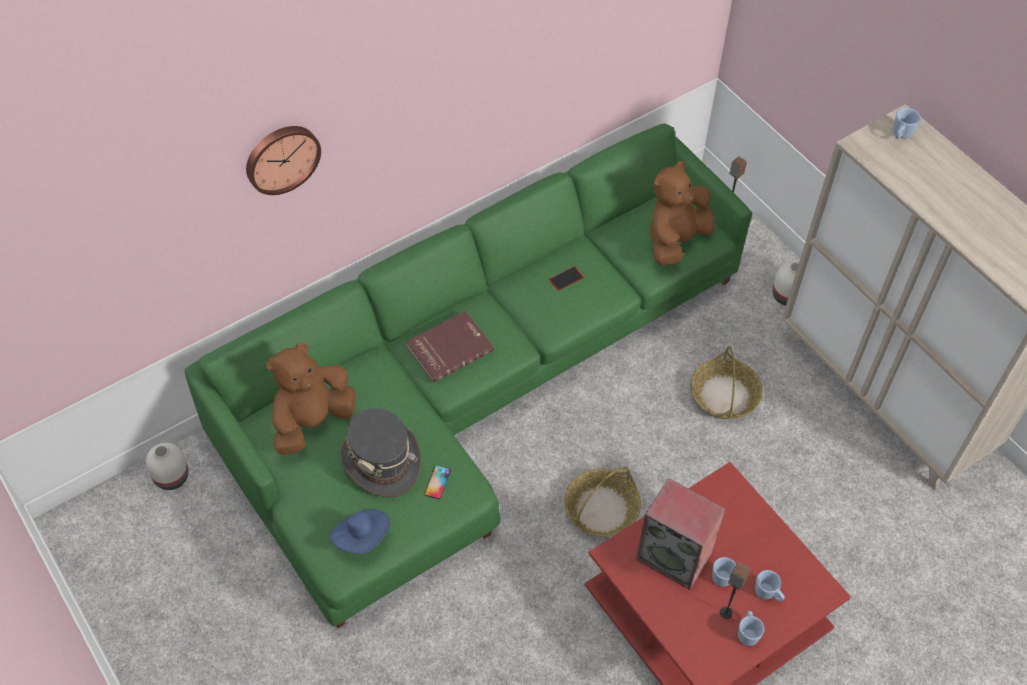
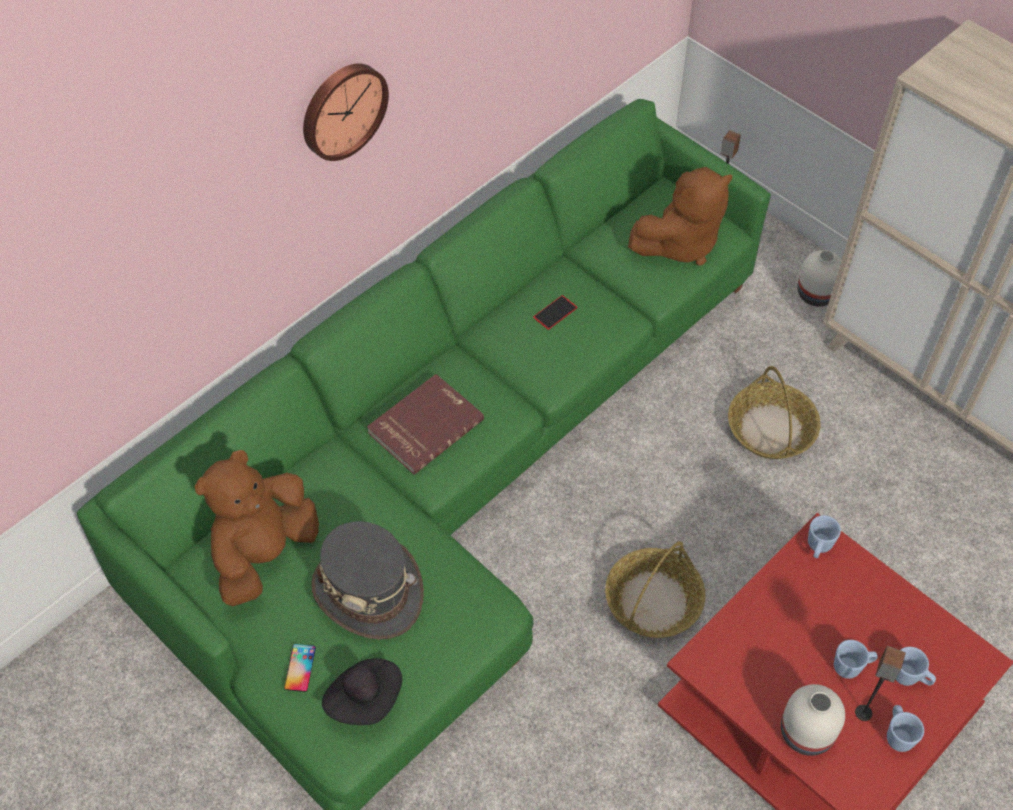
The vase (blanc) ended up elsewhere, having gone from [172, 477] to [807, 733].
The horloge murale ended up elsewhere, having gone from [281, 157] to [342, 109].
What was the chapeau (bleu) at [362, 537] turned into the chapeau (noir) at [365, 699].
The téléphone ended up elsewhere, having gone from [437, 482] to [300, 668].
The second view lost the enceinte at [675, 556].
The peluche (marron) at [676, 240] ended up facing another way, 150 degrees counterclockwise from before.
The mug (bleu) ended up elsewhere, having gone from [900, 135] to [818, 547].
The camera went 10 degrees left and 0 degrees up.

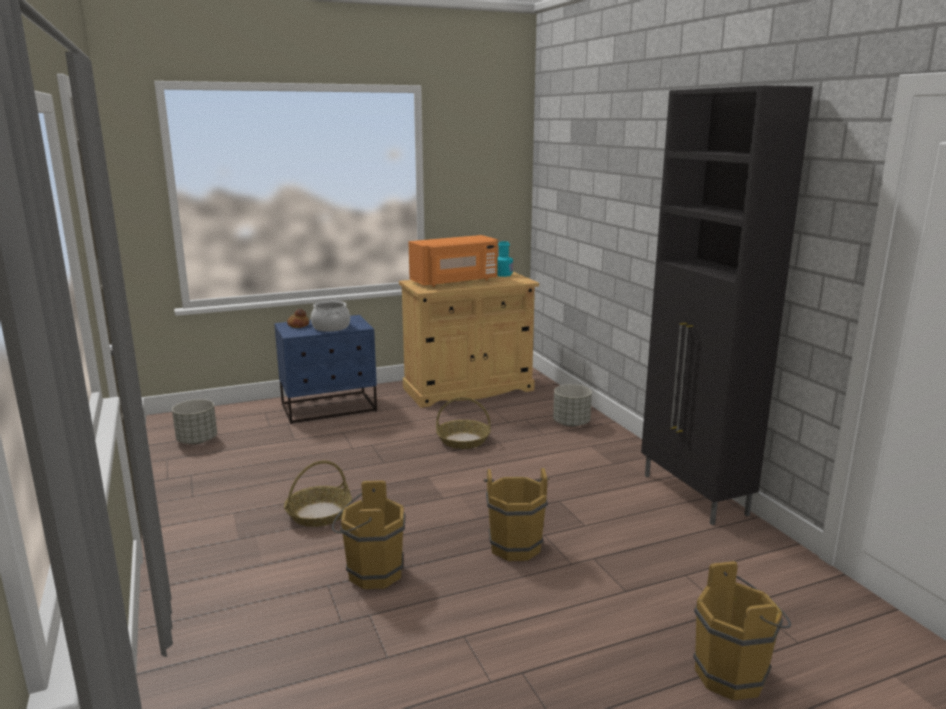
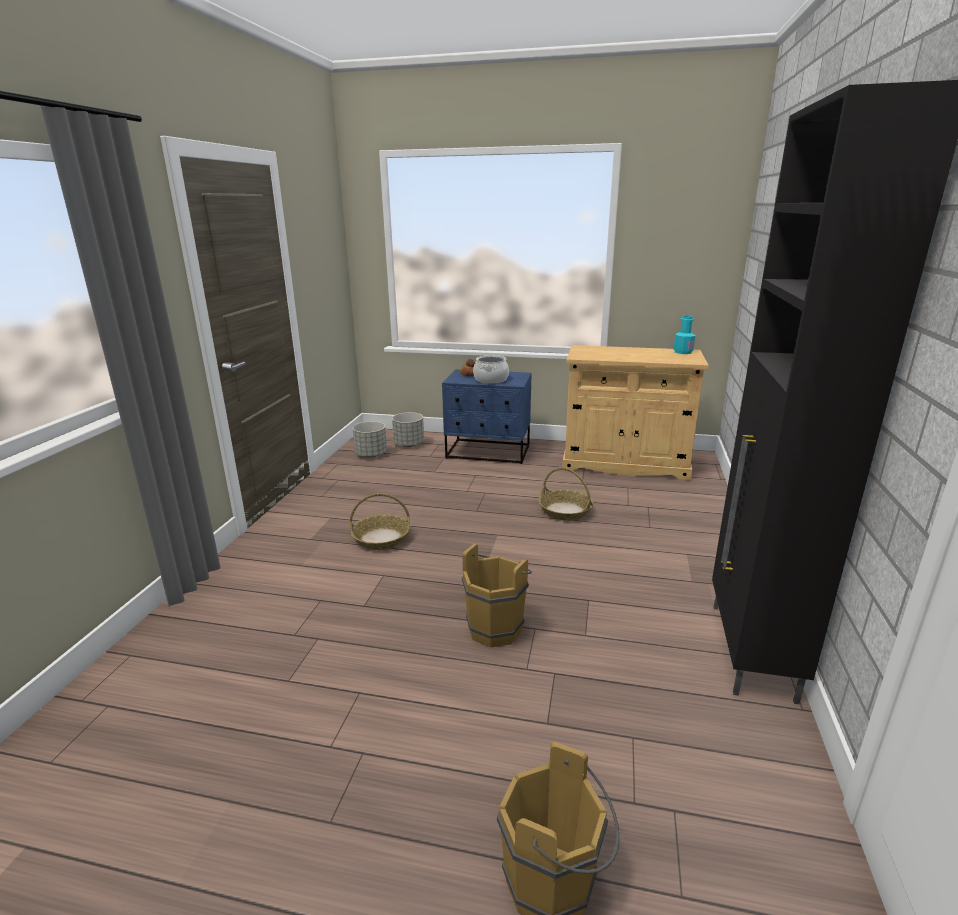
The second view lost the seau (marron) at [370, 573].
The second view lost the micro-ondes (orange) at [455, 282].
The cache-pot (gris) ended up elsewhere, having gone from [571, 423] to [409, 444].
The camera went 35 degrees right and 5 degrees up.

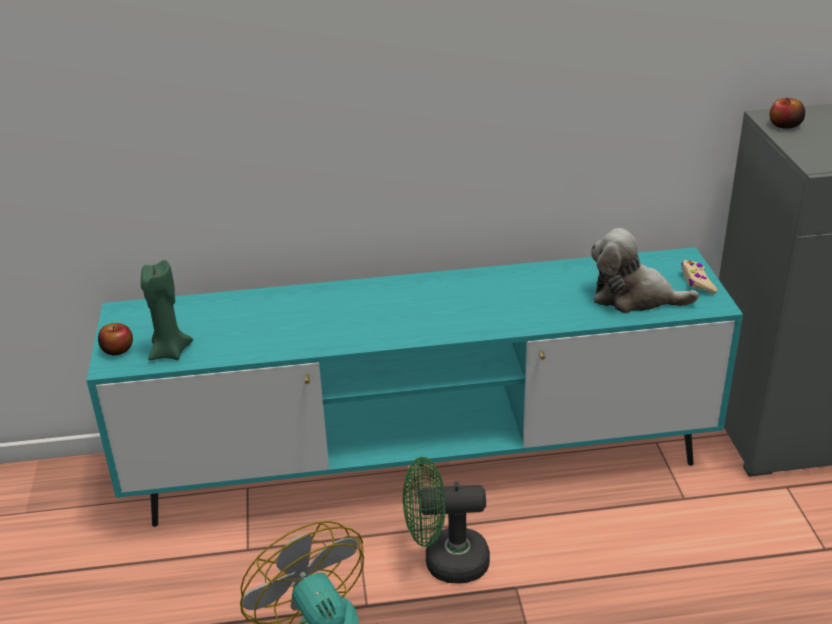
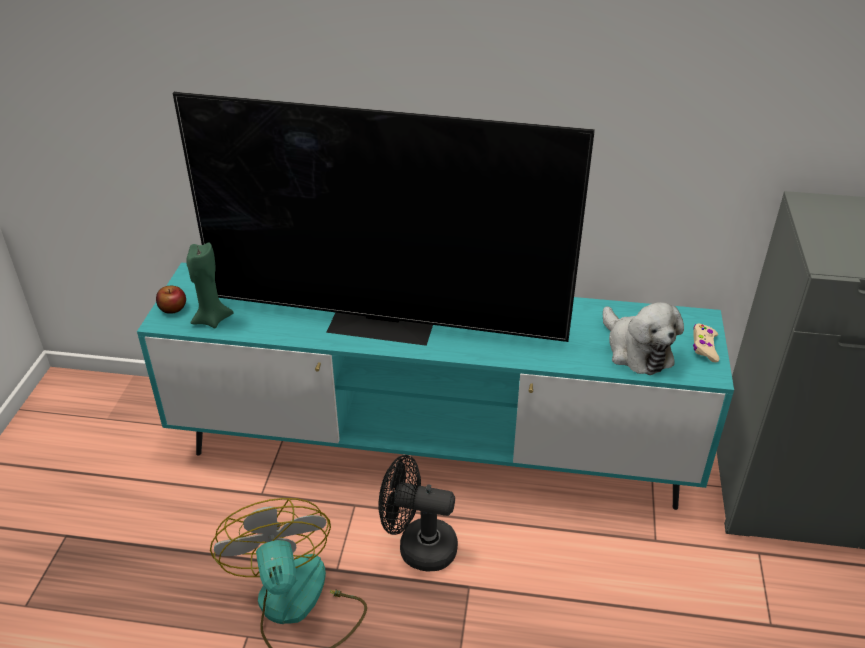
What was the ventilateur (vert) at [445, 561] turned into the ventilateur (noir) at [418, 547].
The peluche at [634, 297] ended up facing another way, 150 degrees counterclockwise from before.
The second view lost the pomme at [785, 125].
The second view gained the téléviseur at [385, 321].
The camera went 15 degrees right and 5 degrees up.

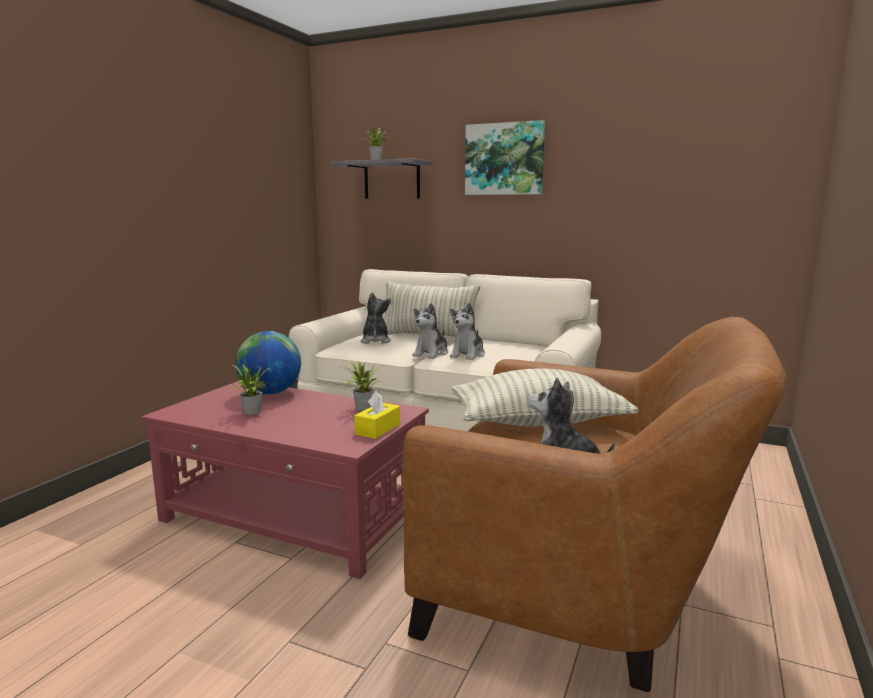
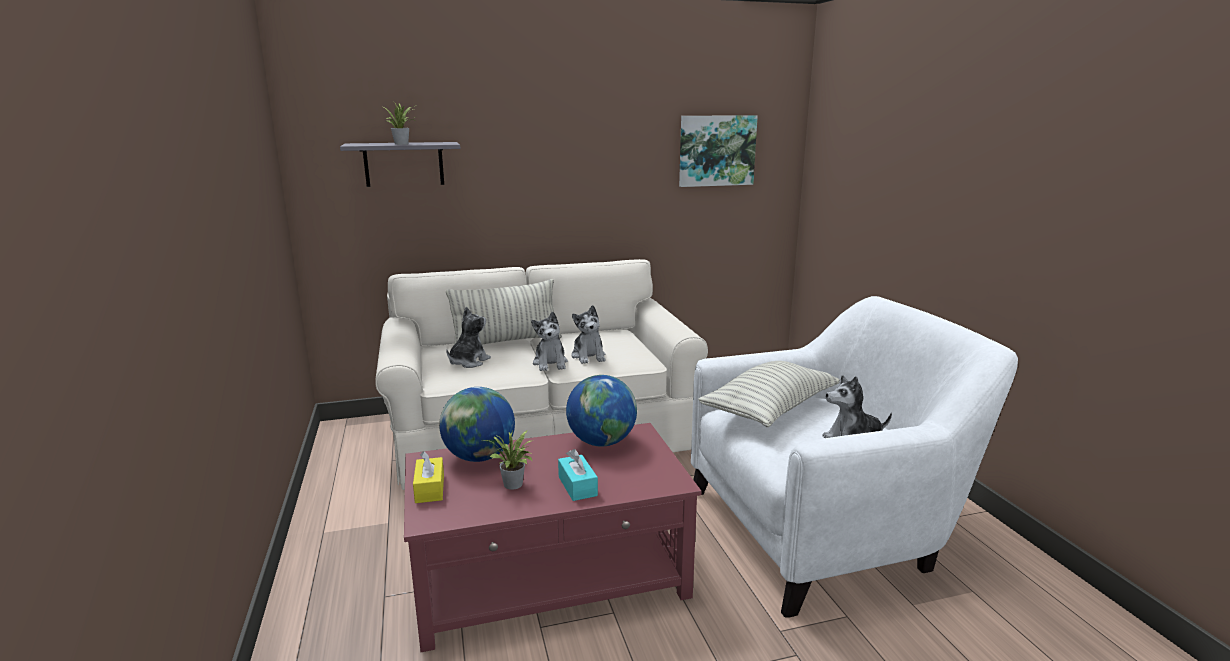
Where the plante en pot stood at [362, 408], the globe came to stand at [601, 442].
The boîte à mouchoirs (jaune) ended up elsewhere, having gone from [378, 429] to [430, 489].
The peluche at [375, 341] ended up facing another way, 75 degrees clockwise from before.
What was the fauteuil (marron) at [580, 590] turned into the fauteuil (blanc) at [824, 528].
The tableau ended up elsewhere, having gone from [504, 159] to [716, 150].
The second view gained the boîte à mouchoirs (turquoise) at [577, 486].
The camera went 40 degrees left and 5 degrees up.

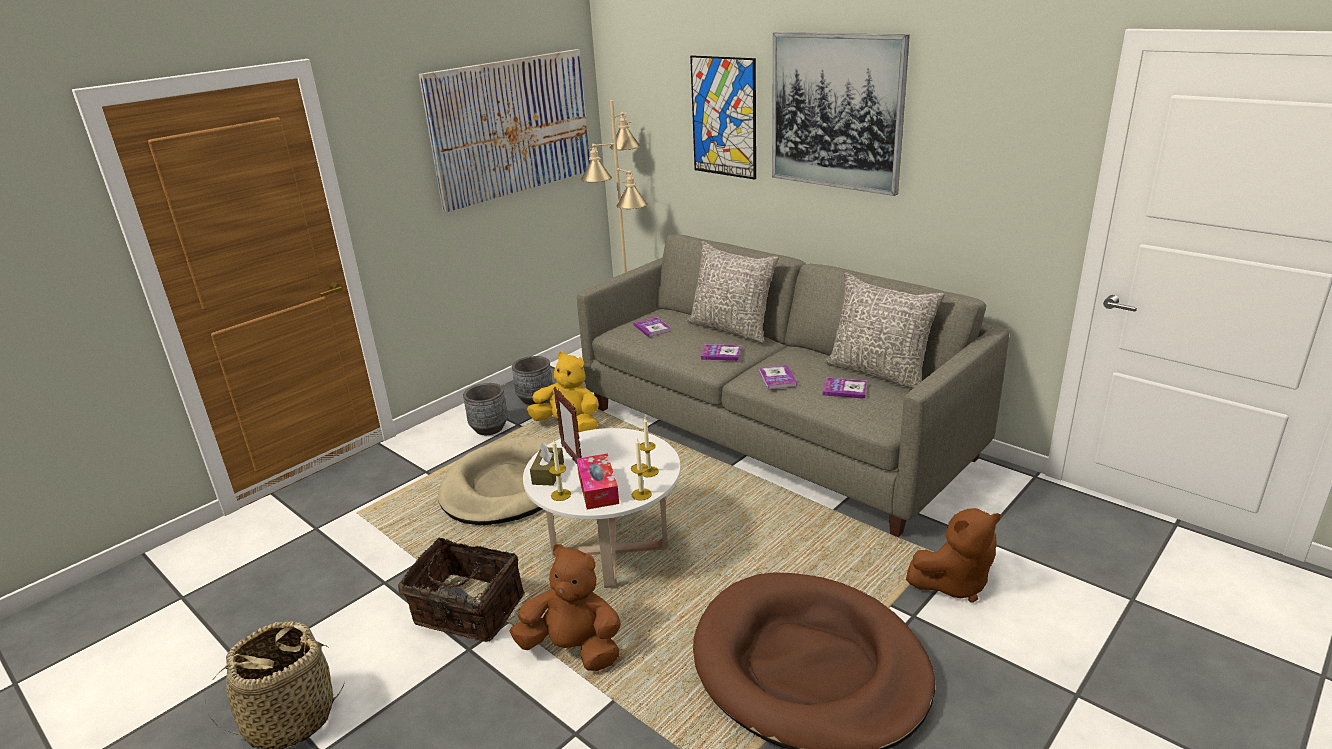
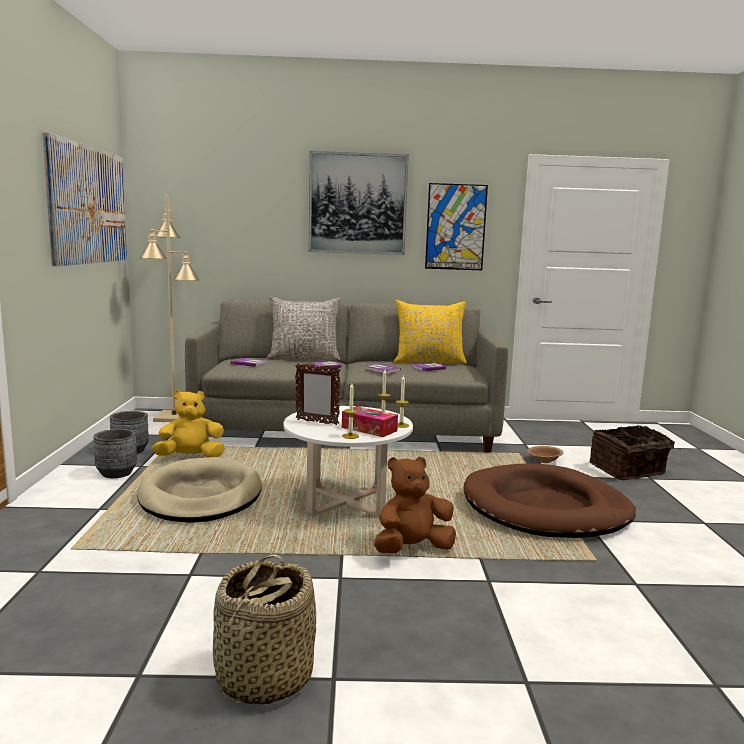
The panier ended up elsewhere, having gone from [467, 612] to [628, 470].
The second view lost the boîte à mouchoirs (marron) at [548, 473].
The tableau ended up elsewhere, having gone from [724, 117] to [455, 227].
What was the coussin (gris) at [878, 372] turned into the coussin (jaune) at [429, 362].
Where the peluche (marron) stood at [953, 583], the bol (marron) came to stand at [544, 461].
The camera went 45 degrees left and 15 degrees down.

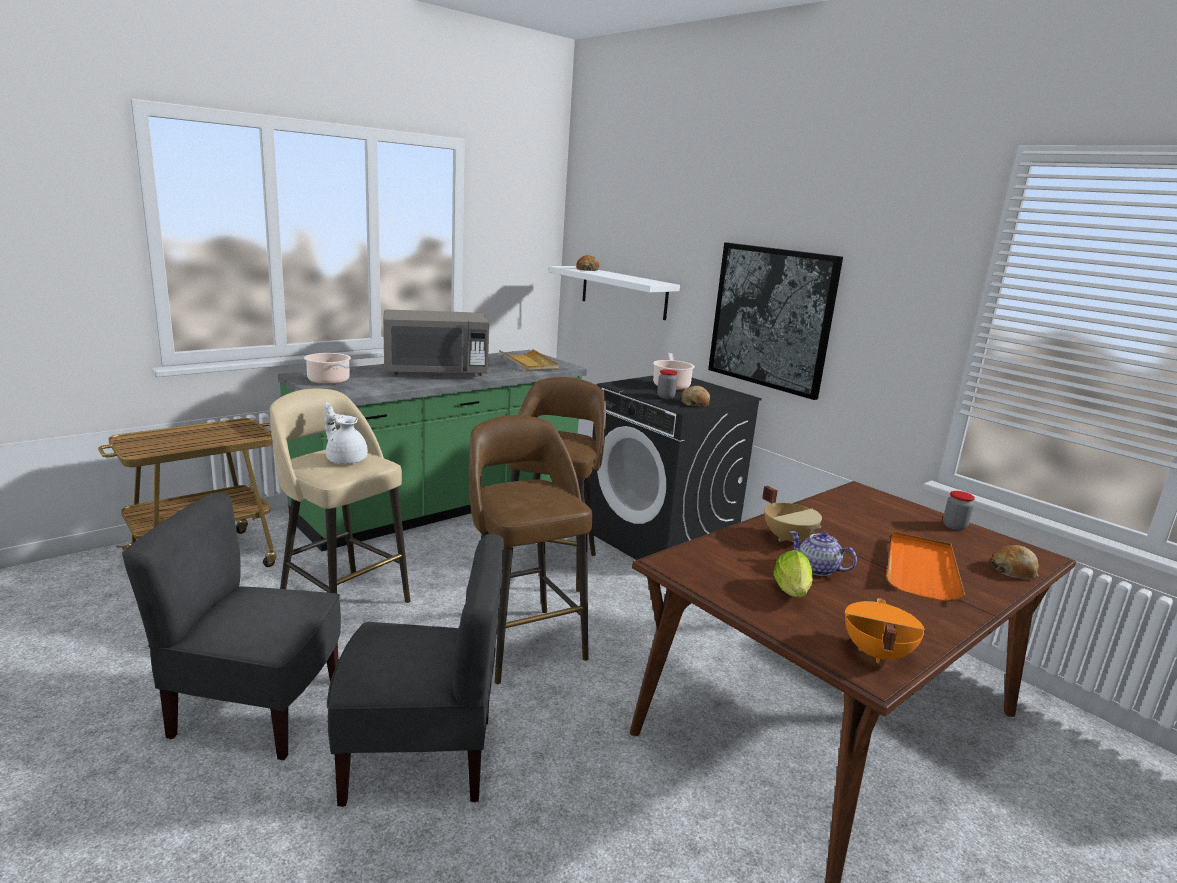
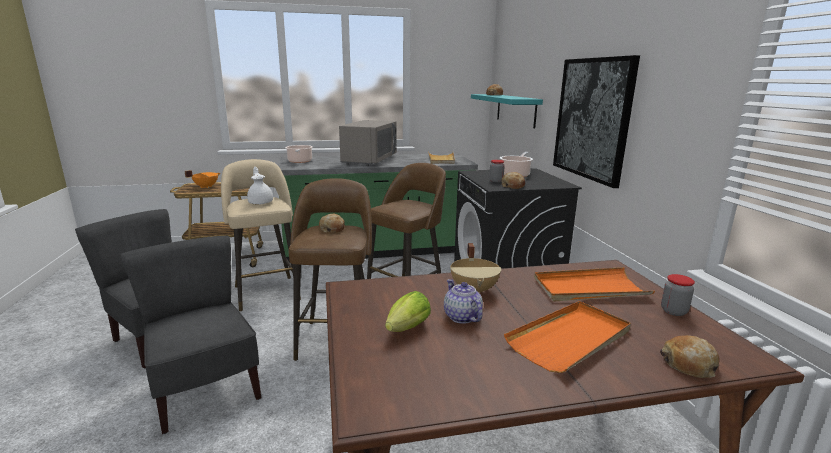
The chaise (gris) at [420, 758] ended up facing another way, 150 degrees counterclockwise from before.
The micro-ondes (gris) at [435, 372] ended up facing another way, 90 degrees counterclockwise from before.
What was the étagère (blanc) at [623, 292] turned into the étagère (turquoise) at [515, 110].
The marmite (orange) ended up elsewhere, having gone from [875, 653] to [206, 187].
The second view gained the pain at [332, 229].
The second view gained the plateau (orange) at [589, 288].
The camera went 30 degrees right and 0 degrees up.

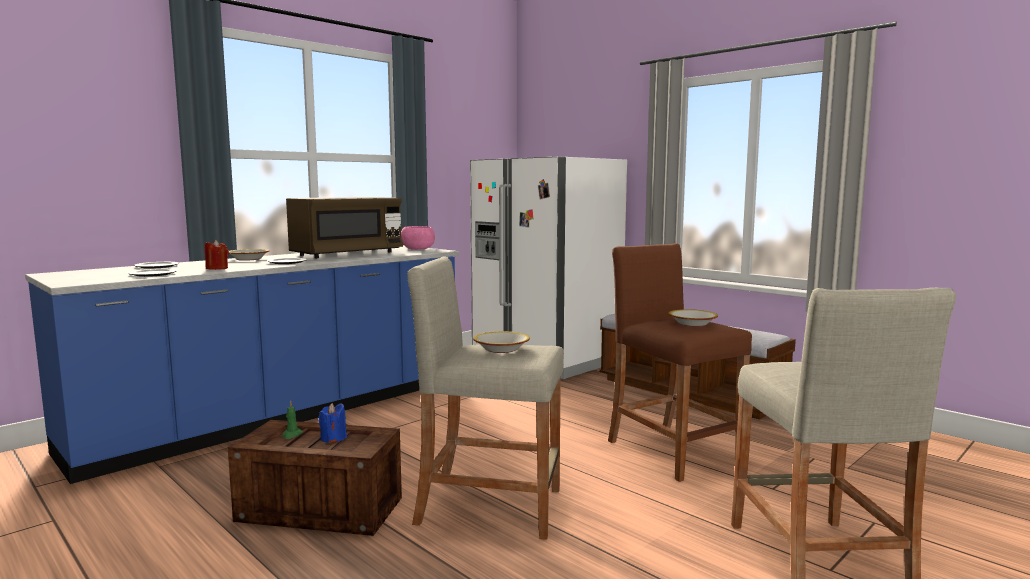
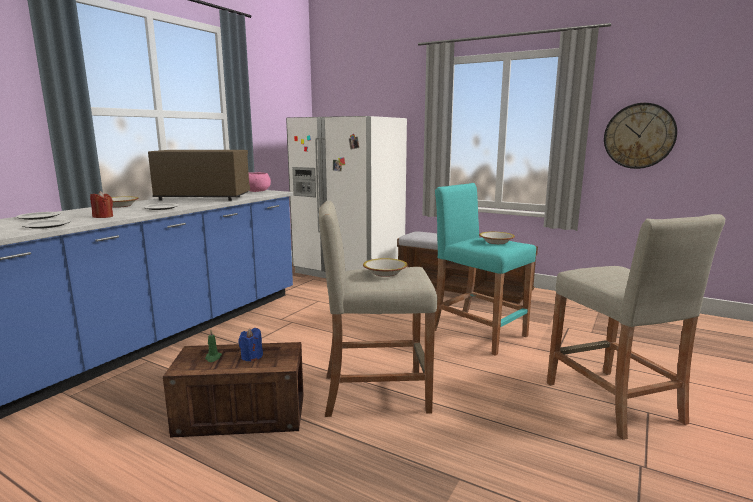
The micro-ondes (marron) at [347, 254] ended up facing another way, 120 degrees counterclockwise from before.
What was the tabouret (marron) at [673, 451] turned into the tabouret (turquoise) at [478, 333].
The second view gained the horloge murale at [639, 136].
The camera went 15 degrees left and 5 degrees up.

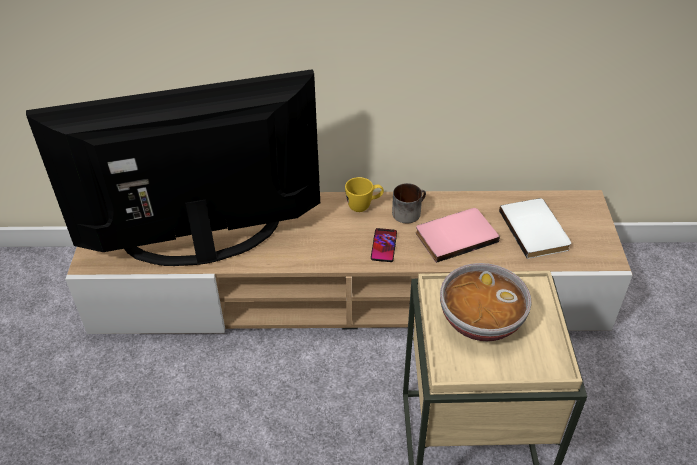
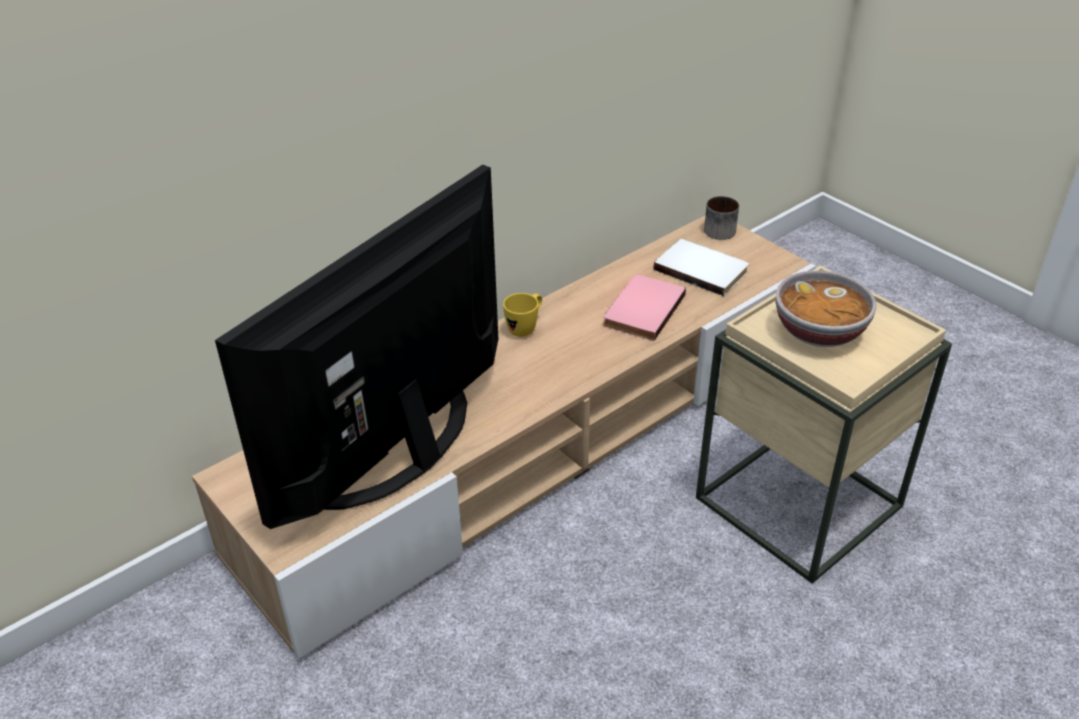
The second view lost the téléphone at [384, 245].
The mug ended up elsewhere, having gone from [408, 211] to [718, 228].
The camera went 40 degrees left and 5 degrees down.

